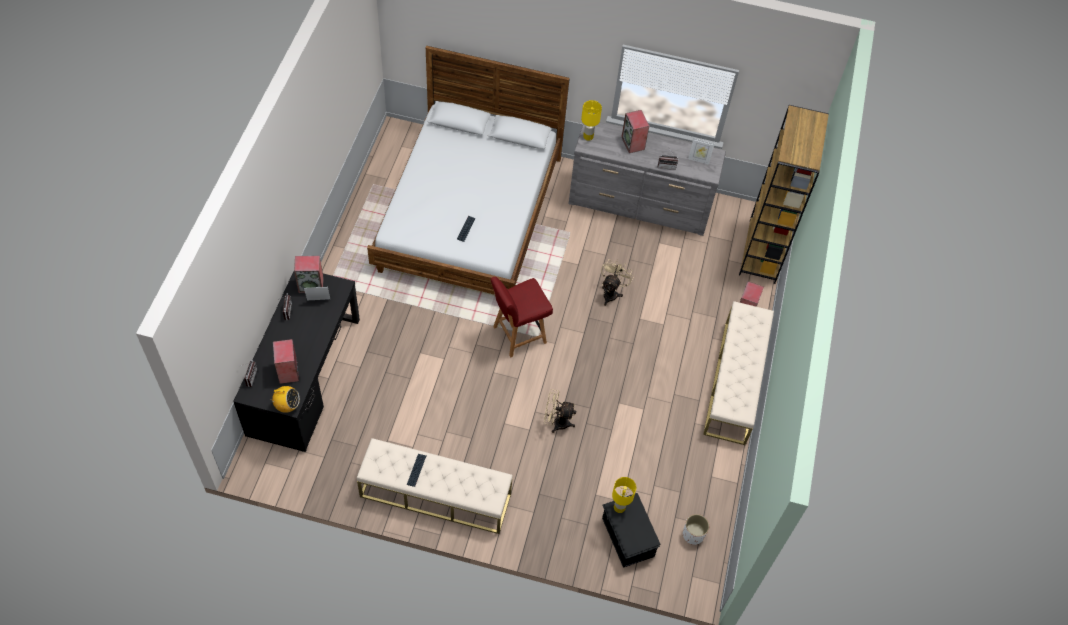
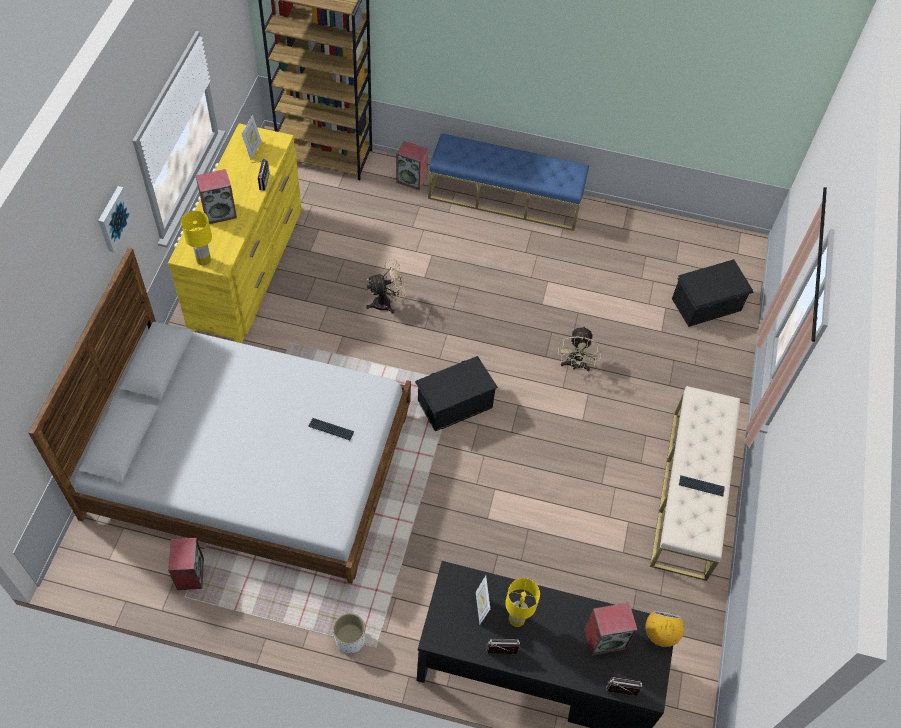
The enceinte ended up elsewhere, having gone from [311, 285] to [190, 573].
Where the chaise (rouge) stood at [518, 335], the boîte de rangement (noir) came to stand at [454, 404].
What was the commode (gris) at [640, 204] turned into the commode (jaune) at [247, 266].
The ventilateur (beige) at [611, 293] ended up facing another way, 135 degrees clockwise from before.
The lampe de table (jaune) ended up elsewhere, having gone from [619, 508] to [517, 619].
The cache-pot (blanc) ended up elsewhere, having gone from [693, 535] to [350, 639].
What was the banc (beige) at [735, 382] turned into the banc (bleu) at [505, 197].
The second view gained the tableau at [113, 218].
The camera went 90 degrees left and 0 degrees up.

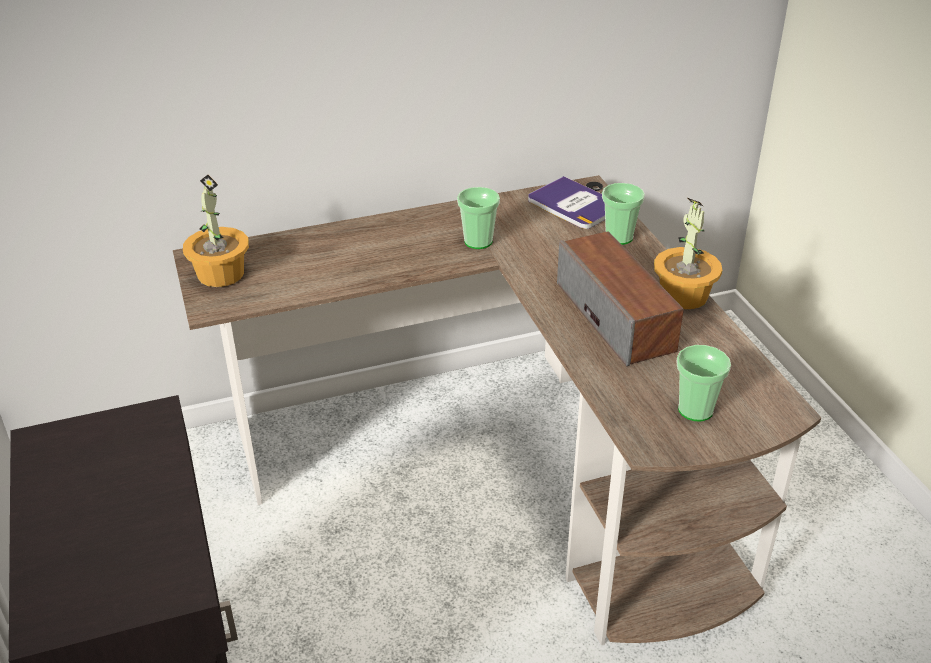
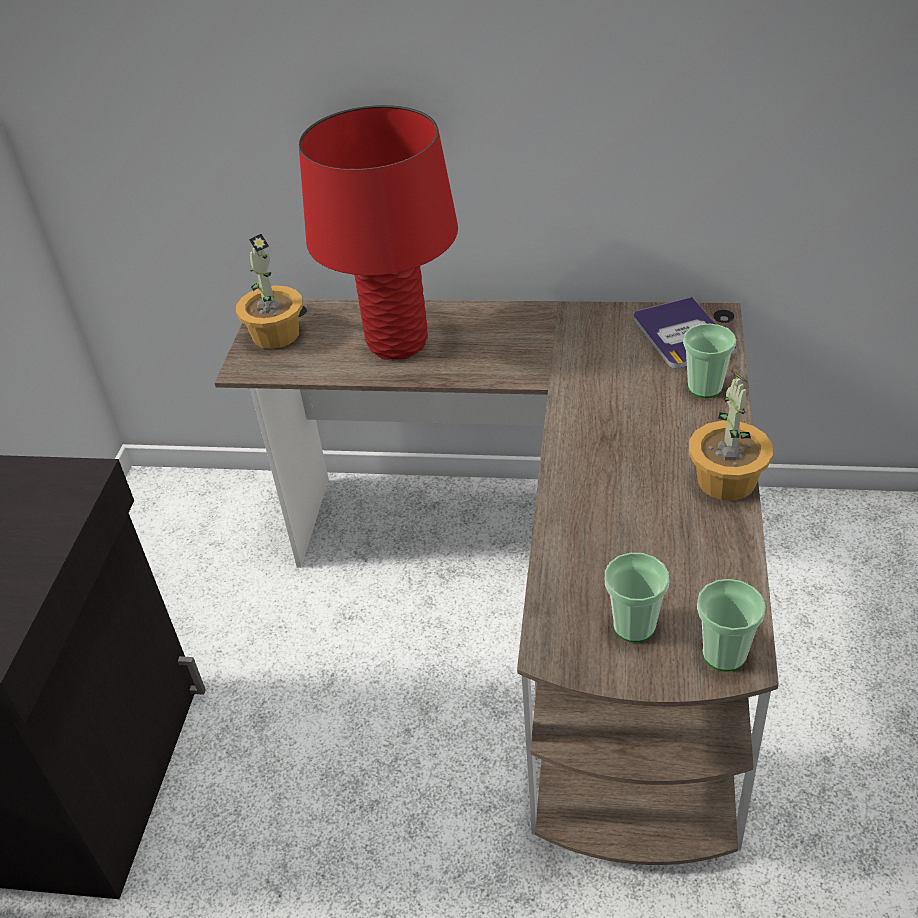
The tasse ended up elsewhere, having gone from [478, 241] to [724, 654].
The second view lost the enceinte at [615, 316].
The second view gained the lampe de table (rouge) at [398, 343].
The camera went 30 degrees right and 5 degrees up.

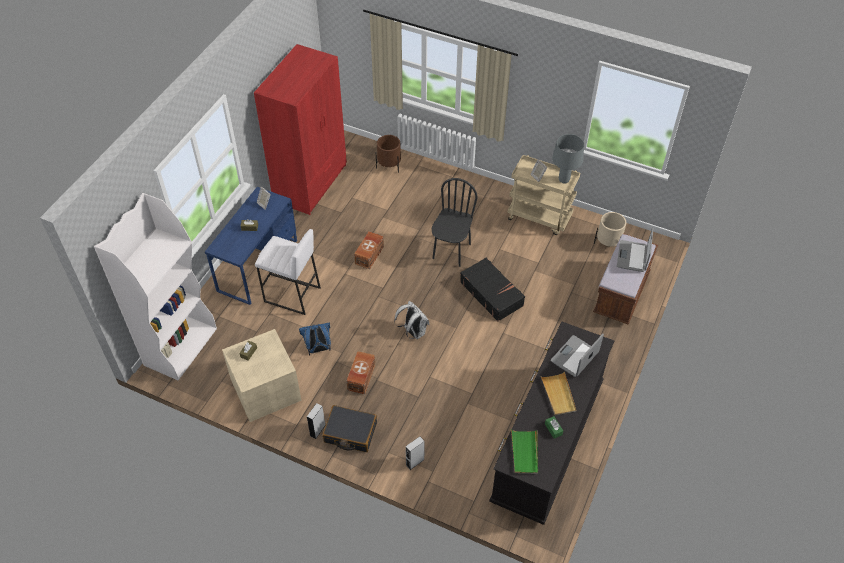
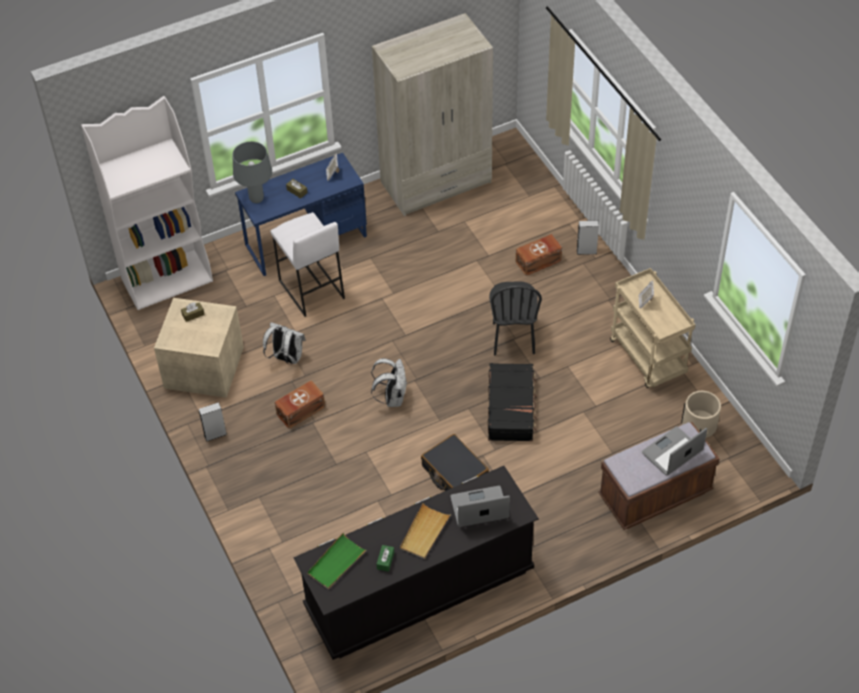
What was the armoire (rouge) at [311, 183] turned into the armoire (beige) at [436, 183].
What was the sac à dos (bleu) at [318, 349] turned into the sac à dos (blanc) at [286, 358].
The valise (noir) ended up elsewhere, having gone from [350, 433] to [454, 473].
The boîte de rangement (marron) ended up elsewhere, having gone from [370, 255] to [539, 261].
The second view lost the cache-pot (marron) at [389, 165].
The enceinte (gris) ended up elsewhere, having gone from [415, 462] to [586, 251].
The chaise (noir) at [451, 251] ended up facing another way, 120 degrees clockwise from before.
The lampe de table (gris) ended up elsewhere, having gone from [564, 180] to [257, 199].
The camera went 40 degrees right and 0 degrees up.

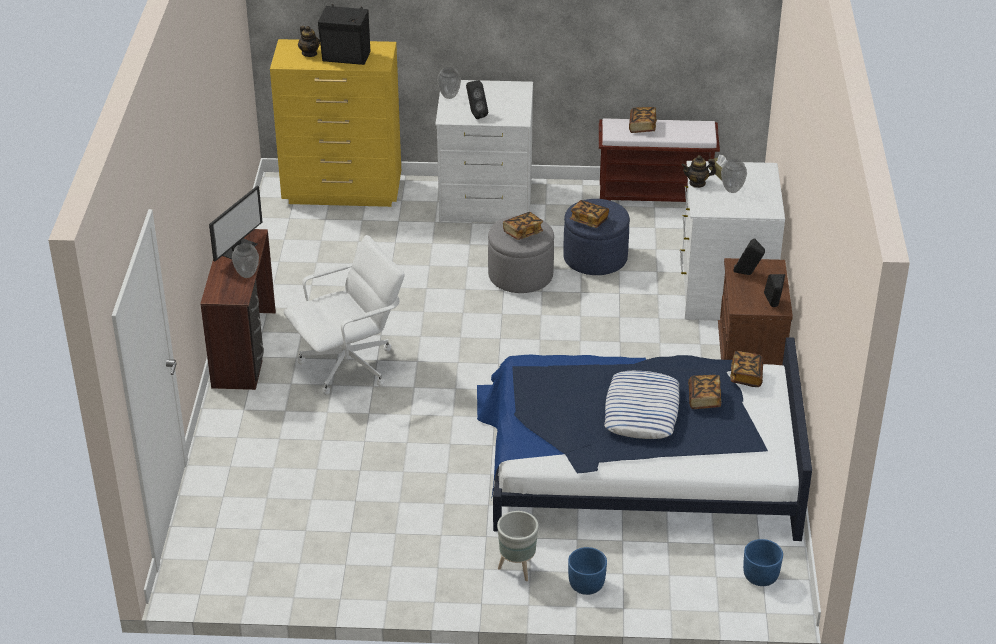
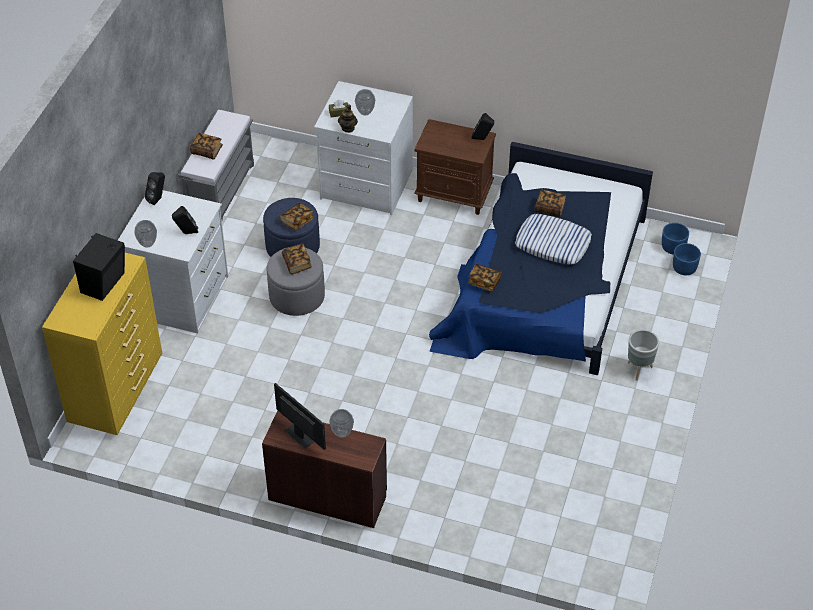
The second view lost the chaise de bureau (blanc) at [349, 366].
The second view lost the théière at [309, 53].
The cache-pot (bleu) ended up elsewhere, having gone from [586, 584] to [684, 268].
What was the banc (marron) at [655, 194] turned into the banc (gris) at [221, 191].
The livre ended up elsewhere, having gone from [746, 376] to [484, 282].
The enceinte (noir) ended up elsewhere, having gone from [747, 274] to [158, 199].
The camera went 75 degrees left and 10 degrees up.

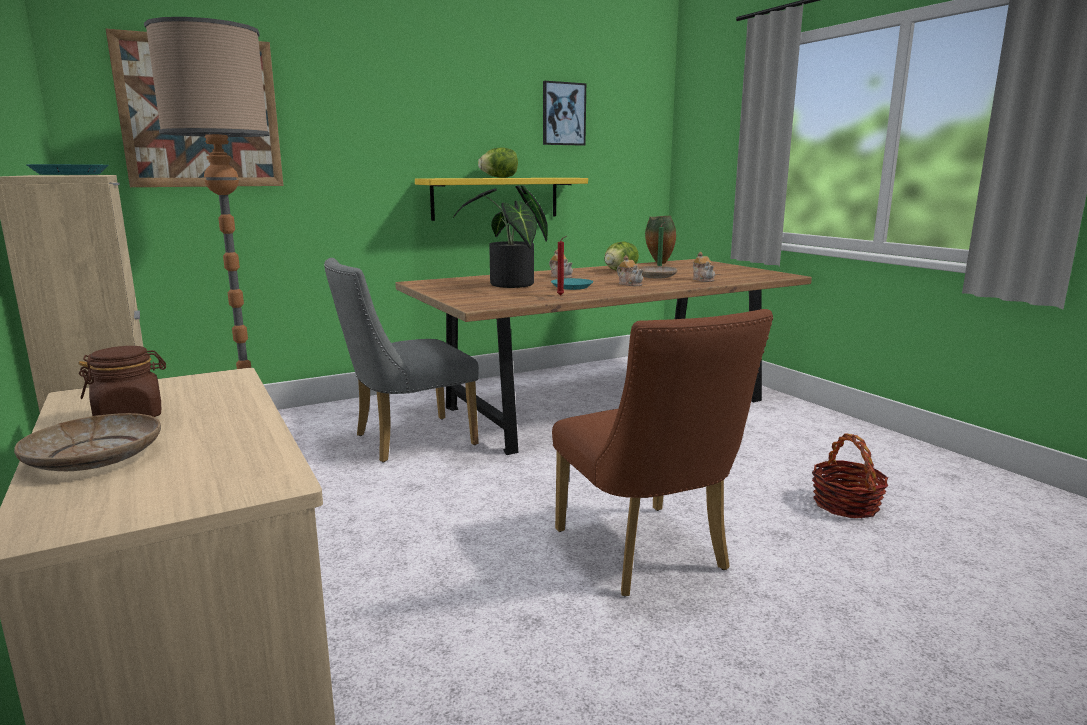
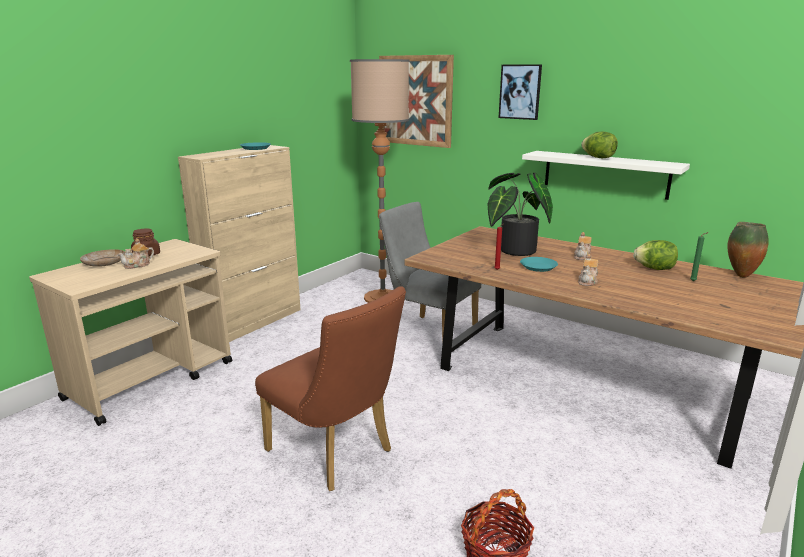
What was the étagère (jaune) at [495, 198] turned into the étagère (blanc) at [605, 174].
The tableau ended up elsewhere, having gone from [563, 114] to [520, 92].
The chaise (marron) at [647, 555] ended up facing another way, 90 degrees counterclockwise from before.
The second view lost the assiette (beige) at [655, 277].
The théière ended up elsewhere, having gone from [703, 279] to [138, 265].
The camera went 65 degrees right and 5 degrees up.

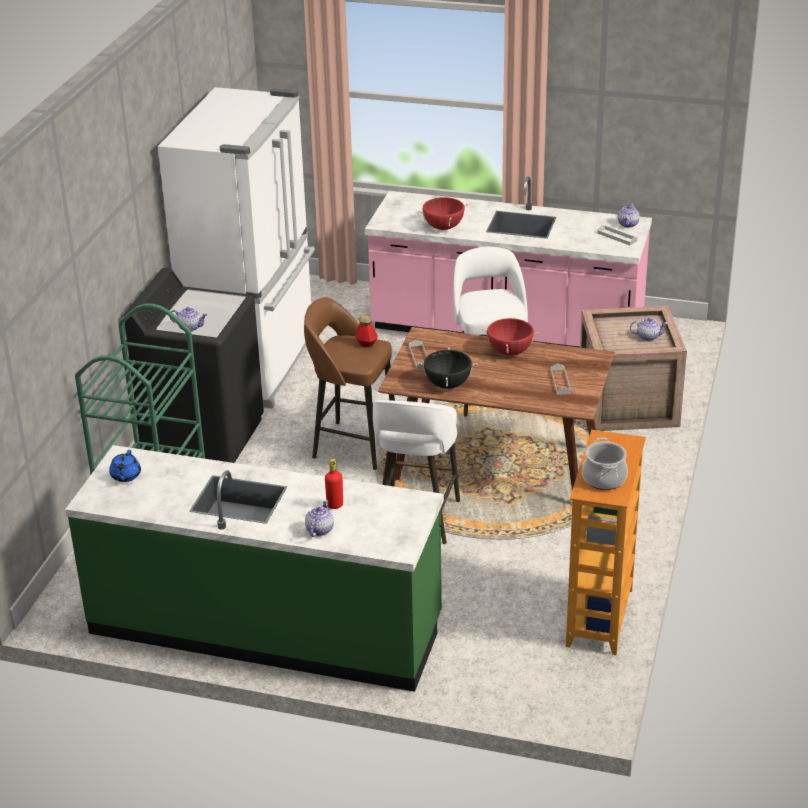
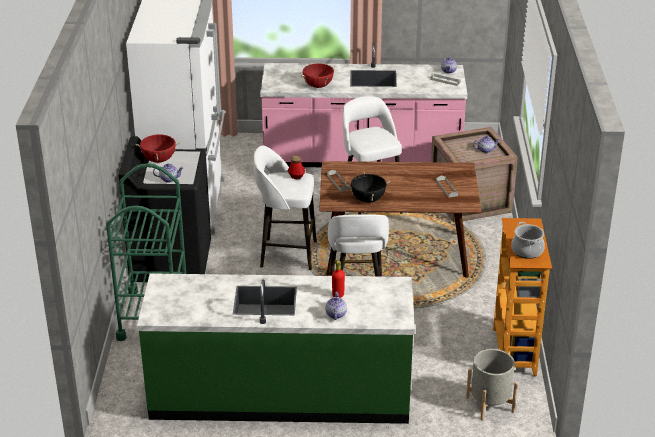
The second view lost the théière (bleu) at [125, 476].
What was the tabouret (marron) at [353, 445] turned into the tabouret (blanc) at [286, 254].
The marmite (rouge) ended up elsewhere, having gone from [510, 352] to [159, 160].
The second view gained the cache-pot (gris) at [490, 404].
The camera went 15 degrees left and 0 degrees up.

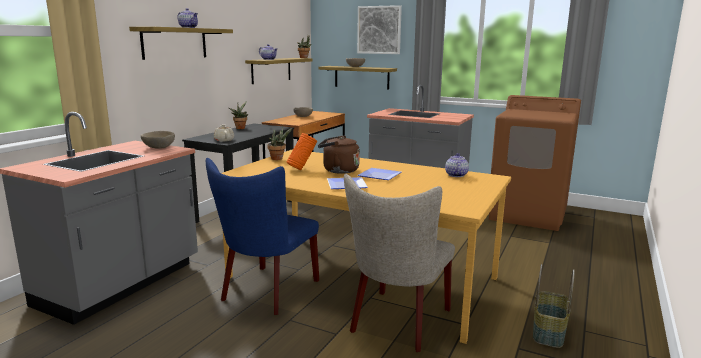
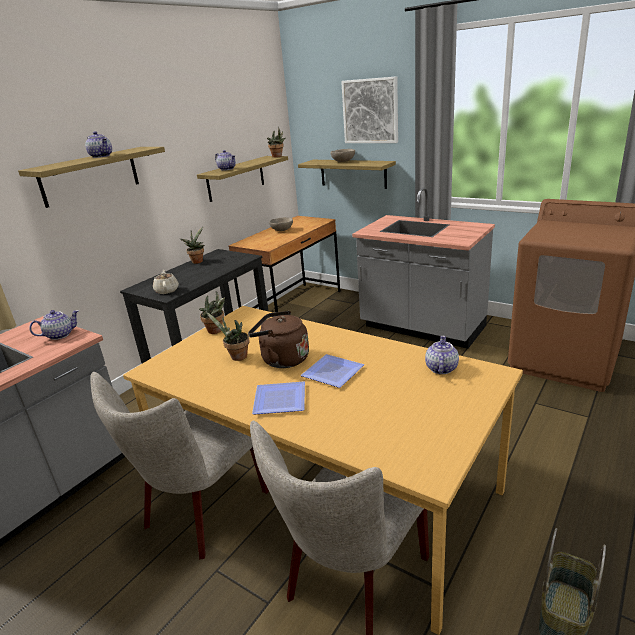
Where the bol (beige) stood at [158, 148], the théière came to stand at [60, 335].
What was the chaise (bleu) at [266, 292] turned into the chaise (beige) at [201, 513].
Where the vase (orange) stood at [302, 169], the plante en pot came to stand at [236, 357].
The camera went 10 degrees right and 10 degrees up.

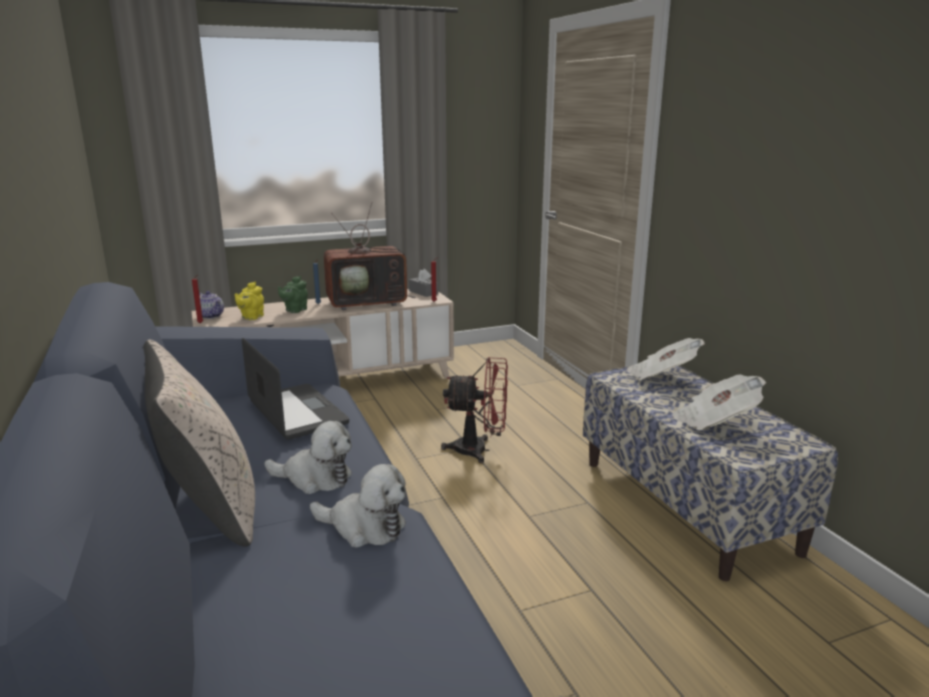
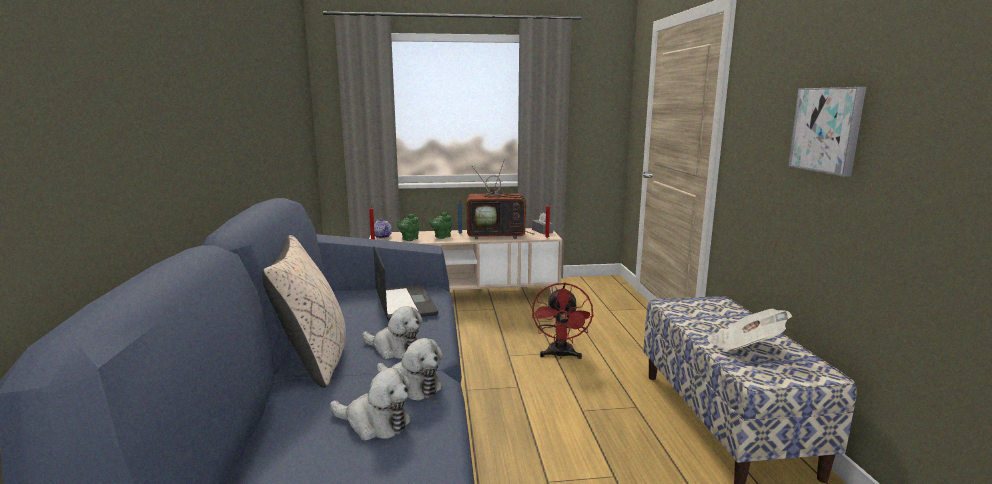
What was the théière (jaune) at [251, 317] turned into the théière (vert) at [409, 239].
The ventilateur (rouge) at [479, 450] ended up facing another way, 75 degrees clockwise from before.
The second view lost the journal at [661, 376].
The second view gained the peluche at [375, 423].
The second view gained the tableau at [827, 130].
The camera went 15 degrees right and 5 degrees down.

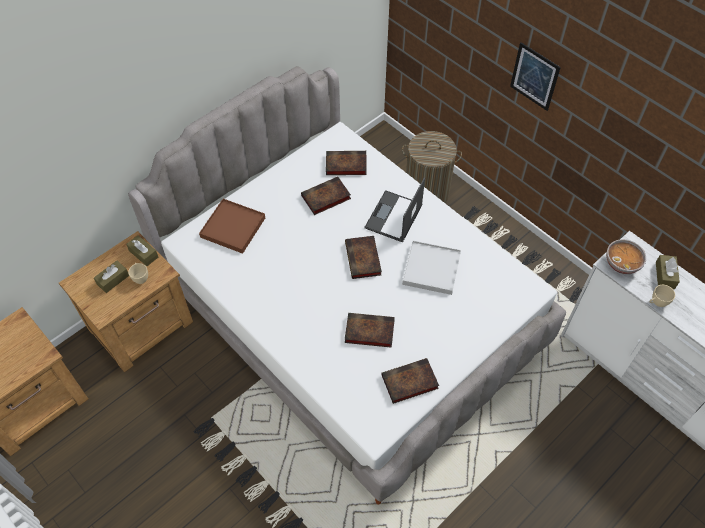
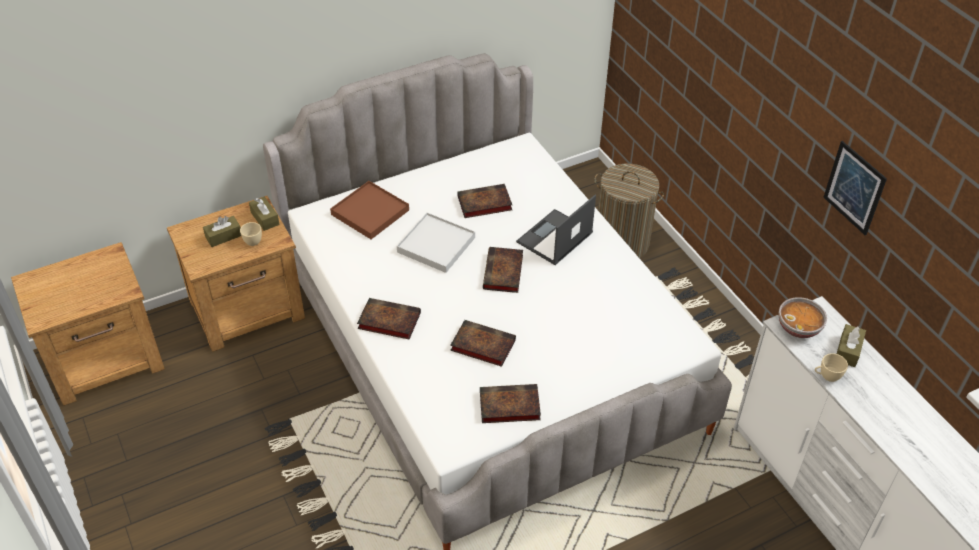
The livre ended up elsewhere, having gone from [345, 165] to [387, 321].
The plateau (blanc) ended up elsewhere, having gone from [431, 269] to [436, 245].
The tableau ended up elsewhere, having gone from [534, 76] to [854, 188].
The camera went 15 degrees right and 10 degrees down.

